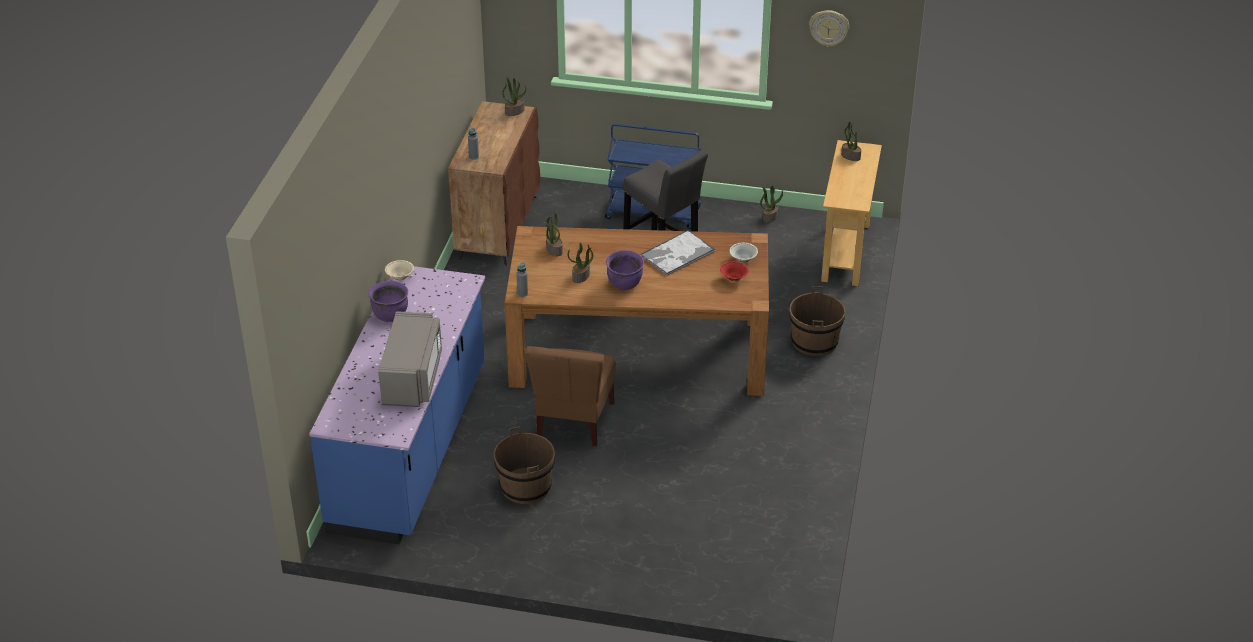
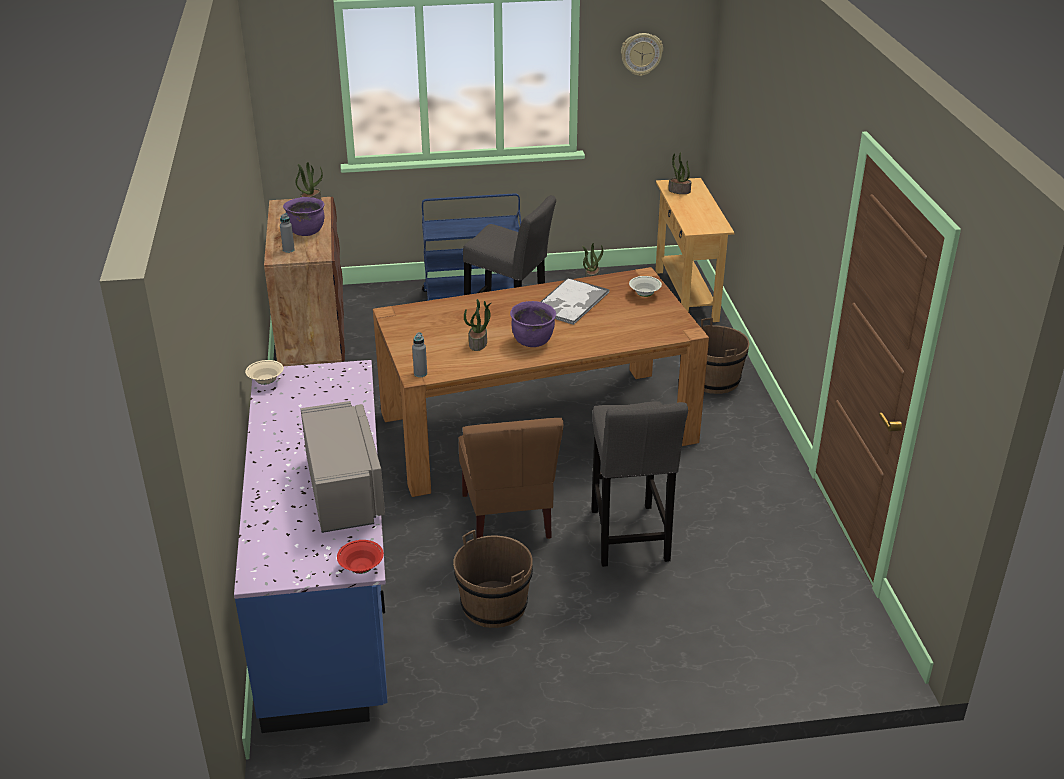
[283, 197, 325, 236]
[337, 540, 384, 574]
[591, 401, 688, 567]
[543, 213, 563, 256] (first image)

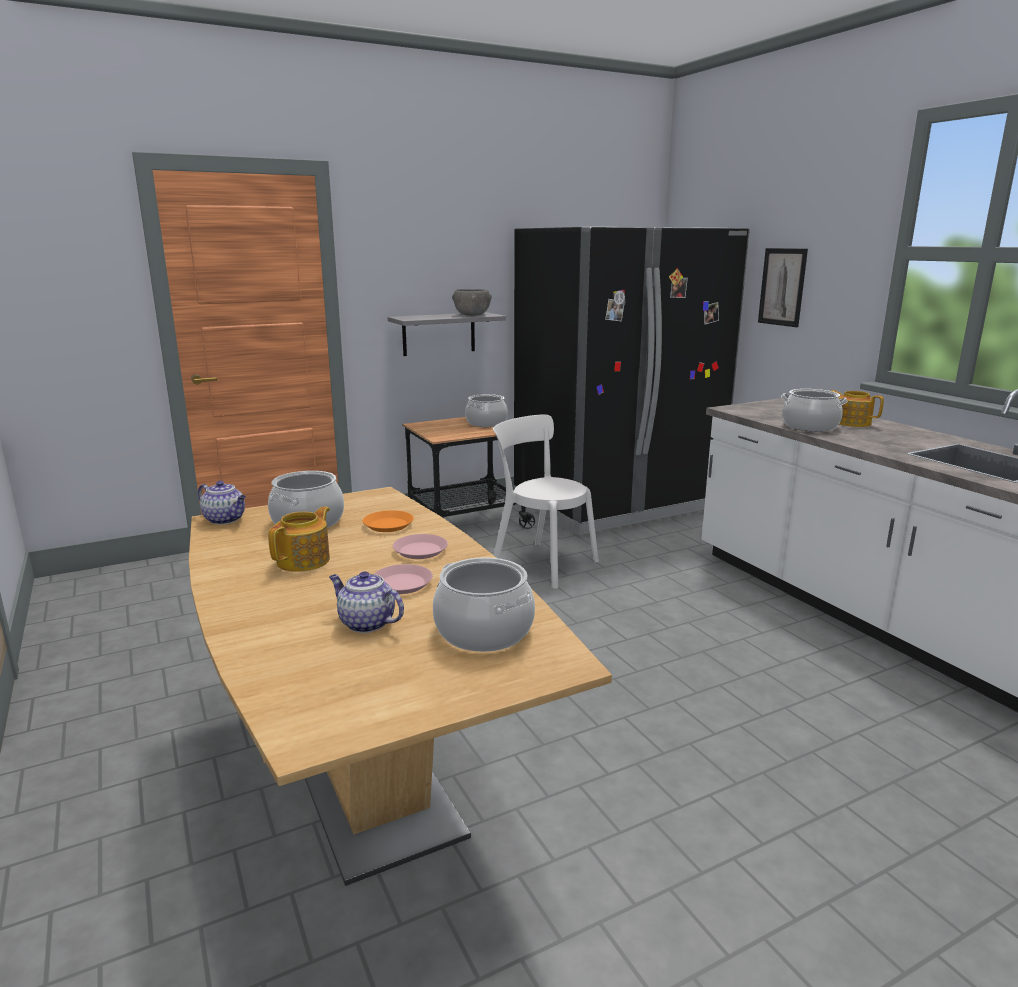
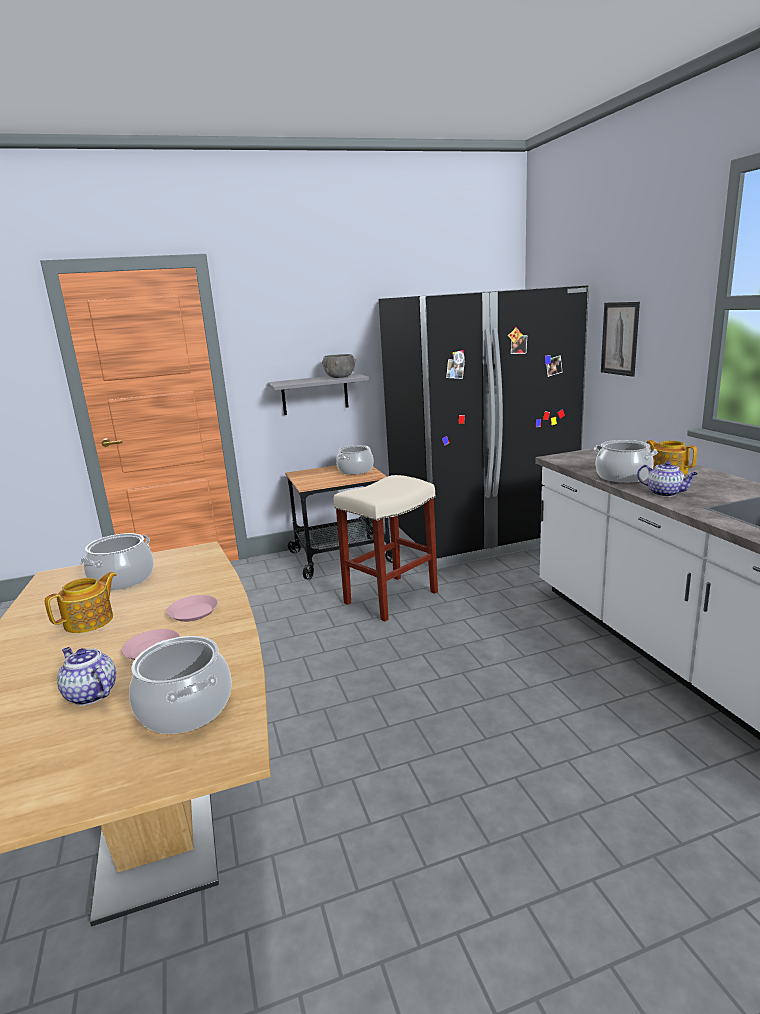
[334, 475, 438, 621]
[637, 461, 698, 497]
[363, 510, 414, 532] (first image)

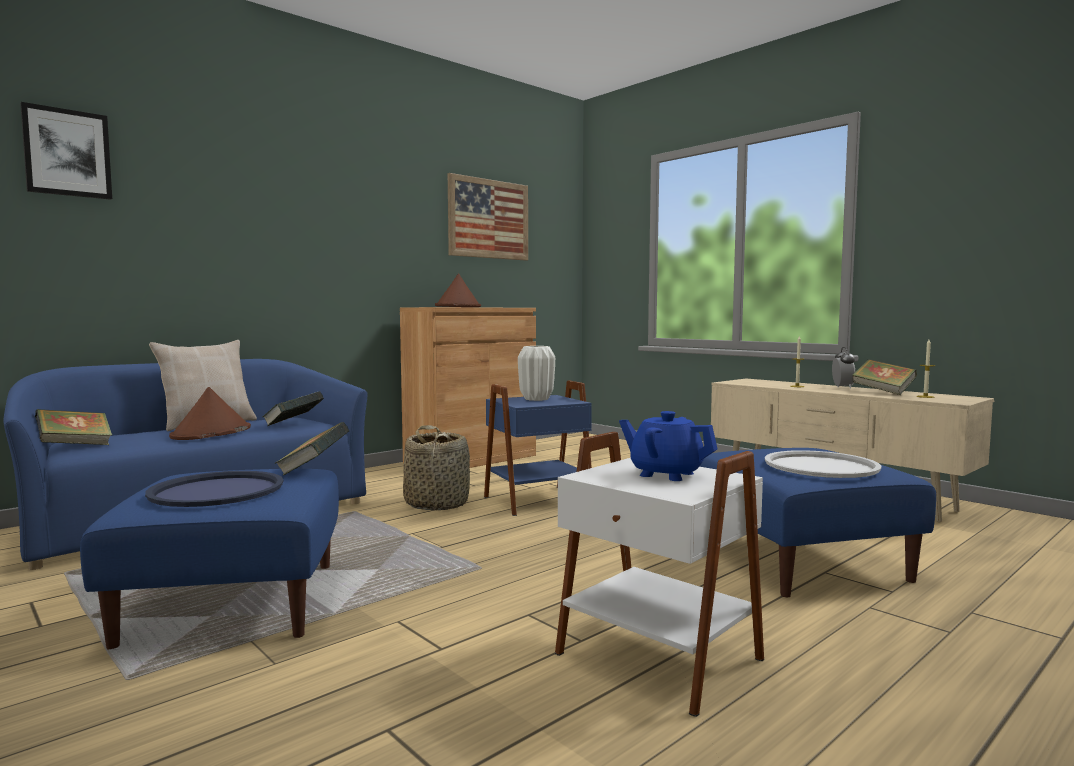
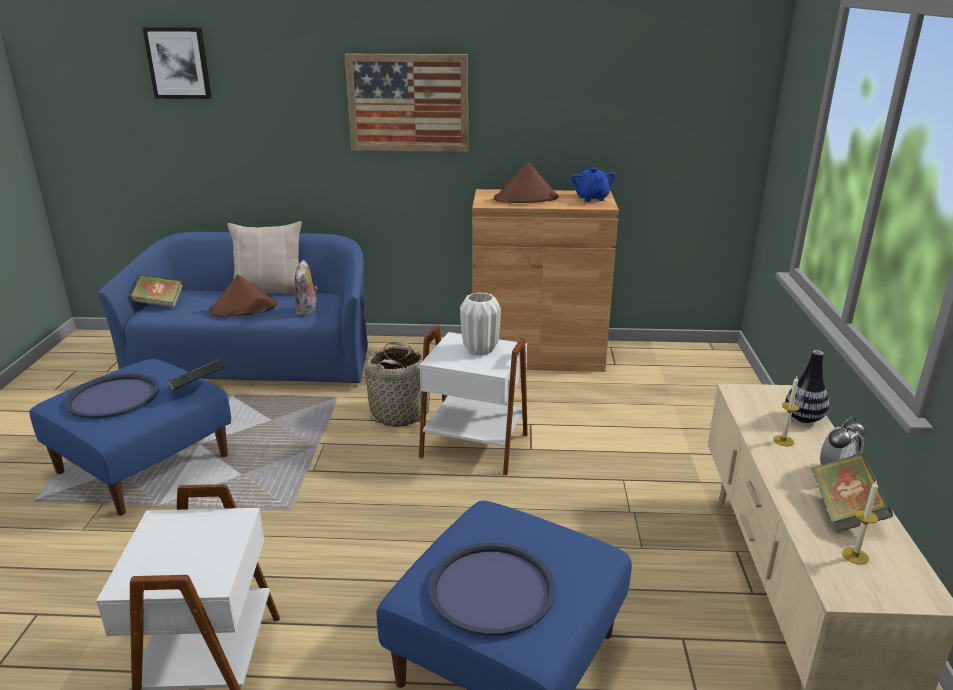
[295, 260, 318, 316]
[345, 54, 468, 152]
[419, 325, 528, 475]
[429, 542, 555, 636]
[571, 167, 616, 202]
[785, 350, 829, 423]

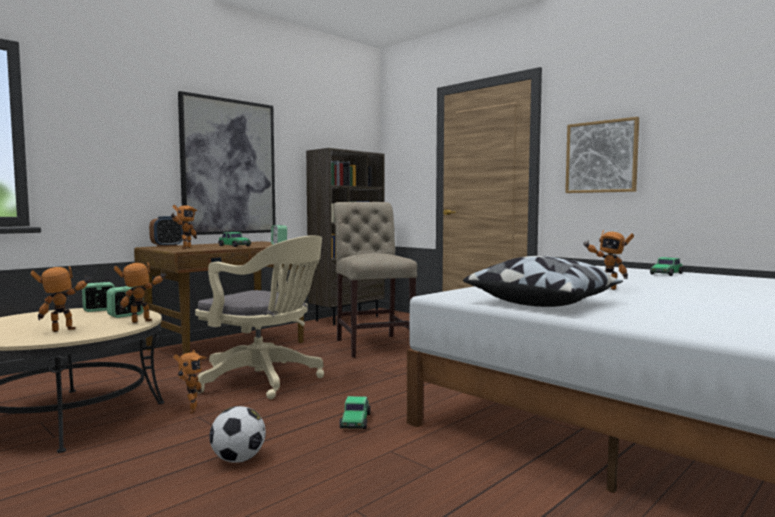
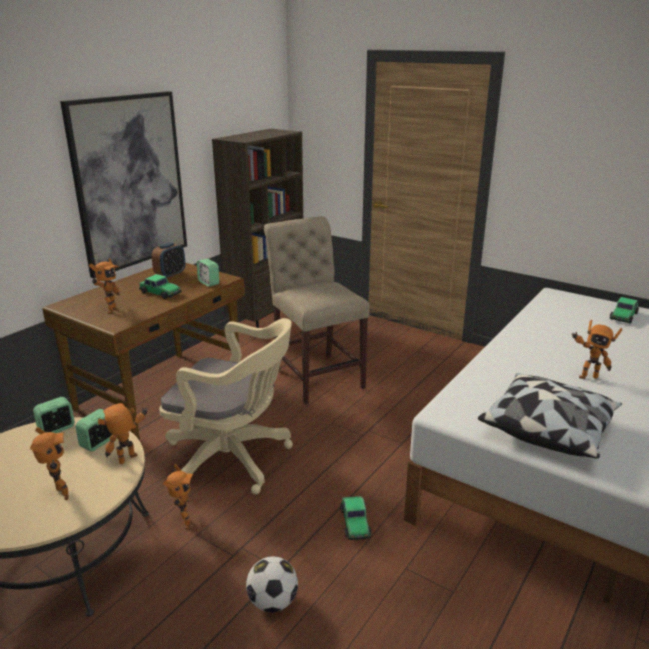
[30, 427, 69, 500]
[151, 242, 185, 279]
[565, 117, 639, 193] (first image)

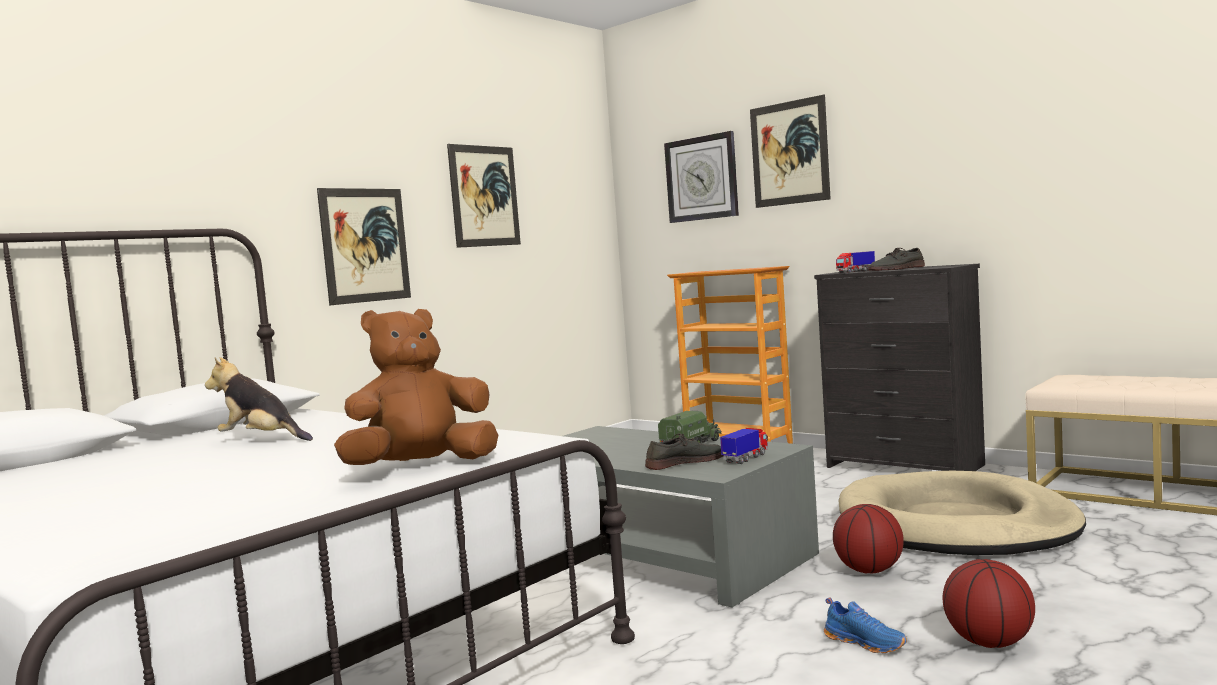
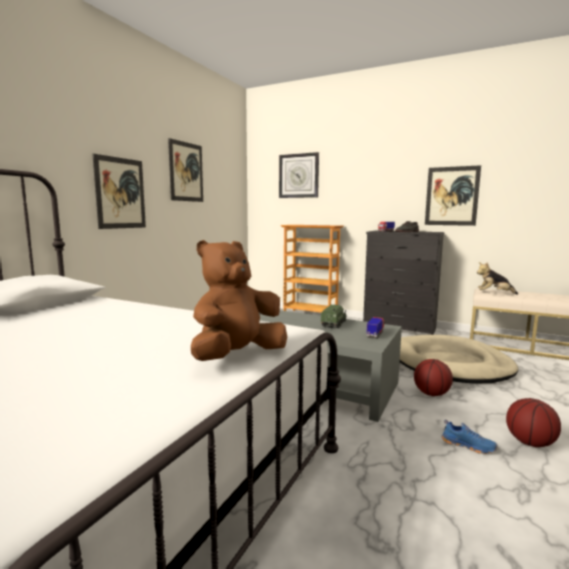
[425, 165, 481, 226]
[477, 262, 518, 295]
[645, 433, 724, 470] (first image)

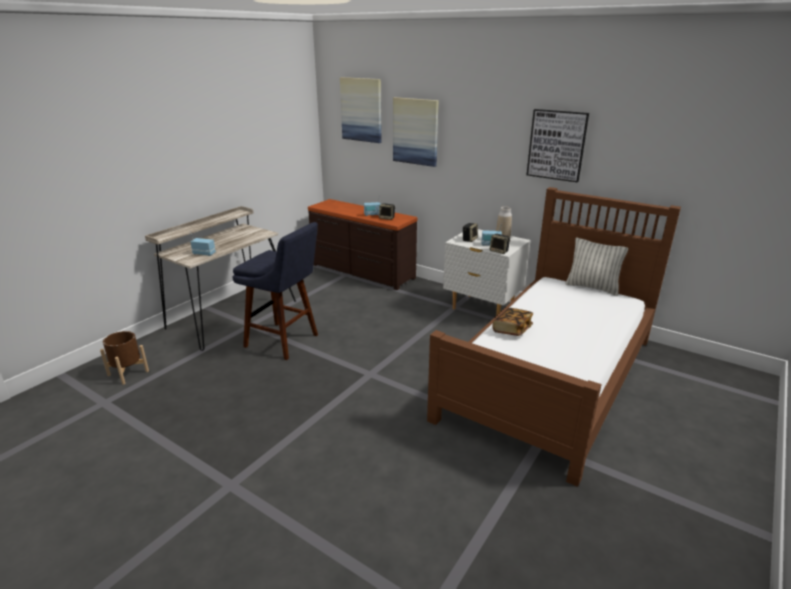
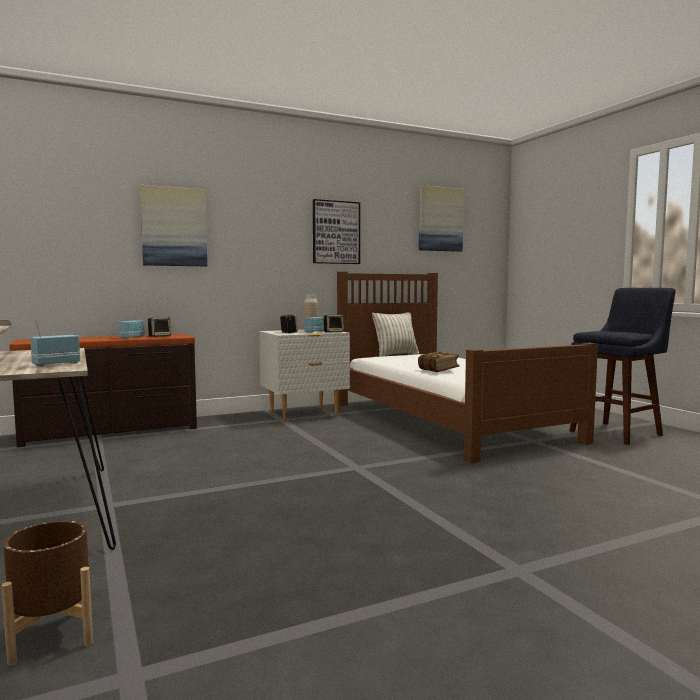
[419, 185, 464, 252]
[569, 288, 675, 445]

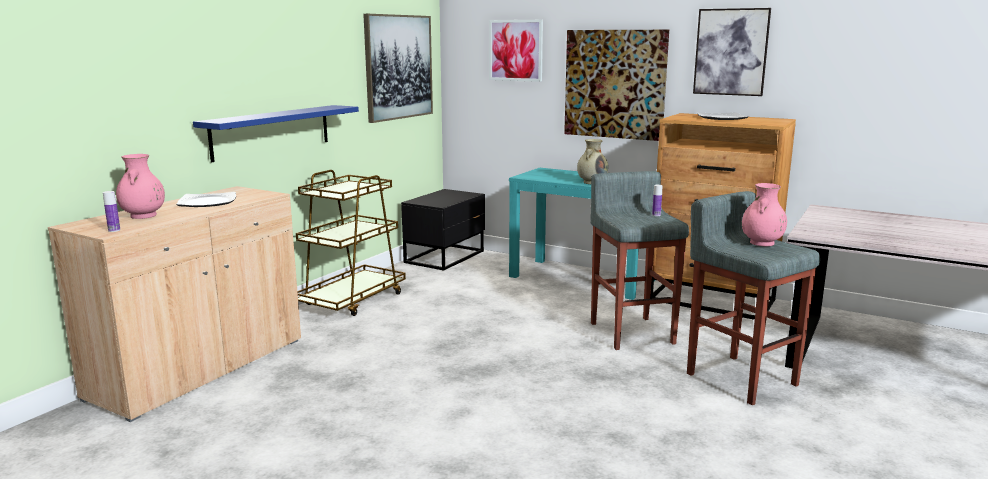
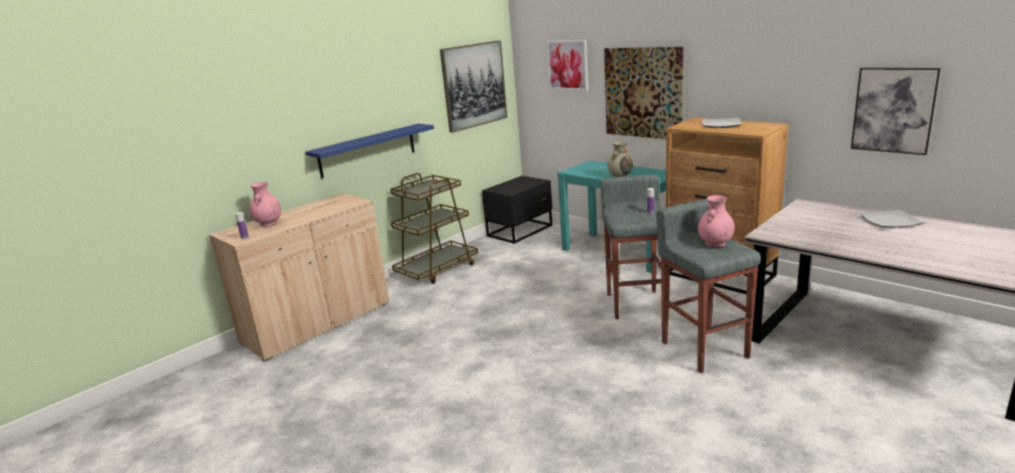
[851, 68, 941, 155]
[860, 210, 924, 228]

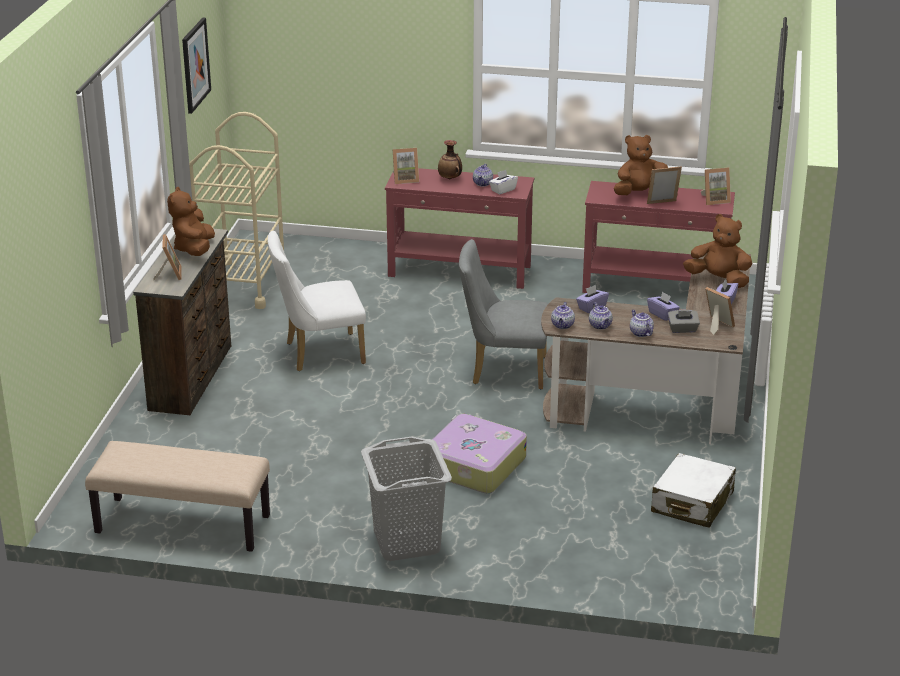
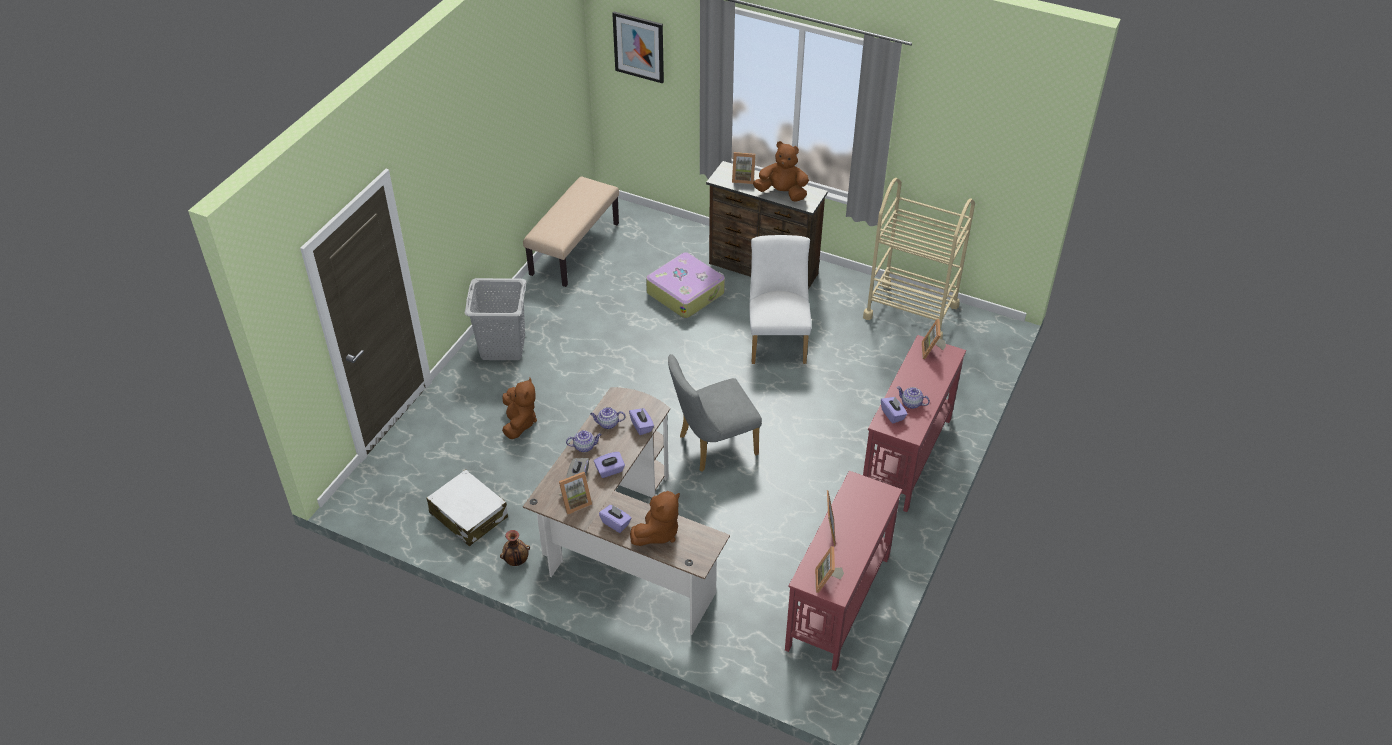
[500, 530, 530, 566]
[502, 378, 537, 439]
[612, 12, 664, 83]
[646, 252, 725, 318]
[668, 354, 762, 472]
[881, 397, 908, 424]
[551, 302, 575, 329] (first image)

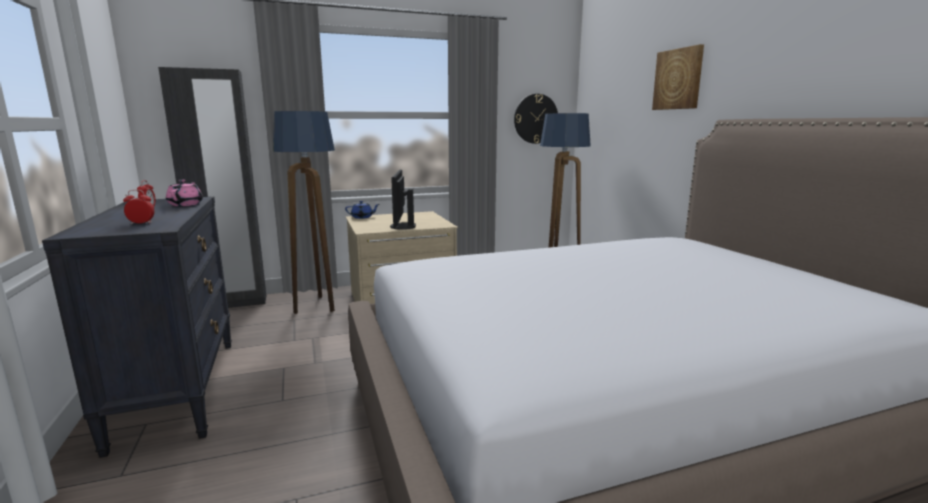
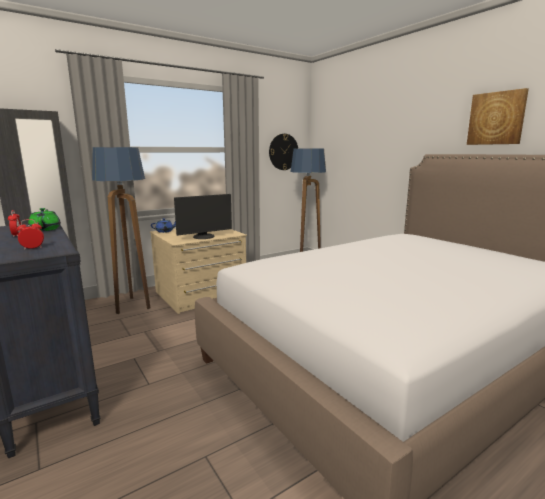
[28, 208, 61, 231]
[174, 194, 232, 239]
[467, 88, 529, 145]

